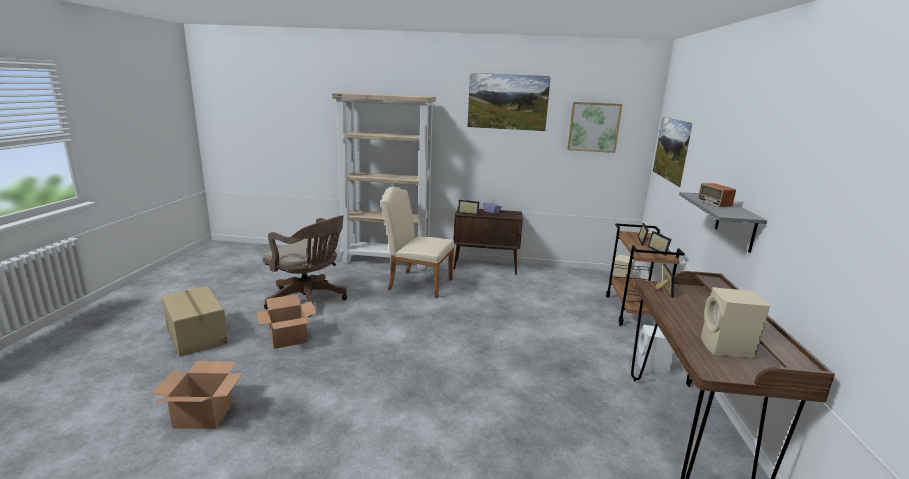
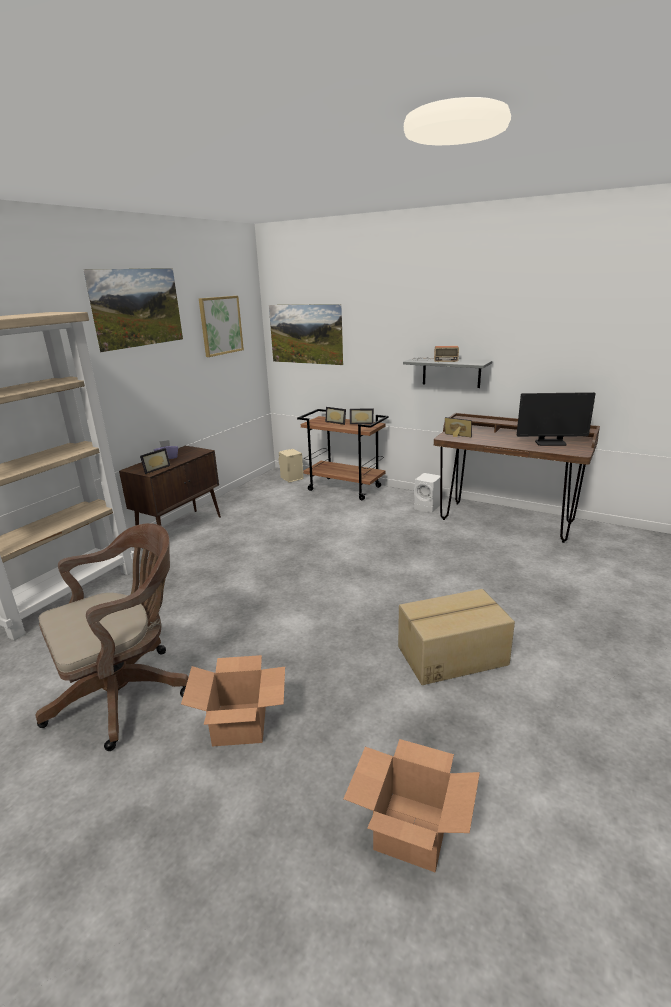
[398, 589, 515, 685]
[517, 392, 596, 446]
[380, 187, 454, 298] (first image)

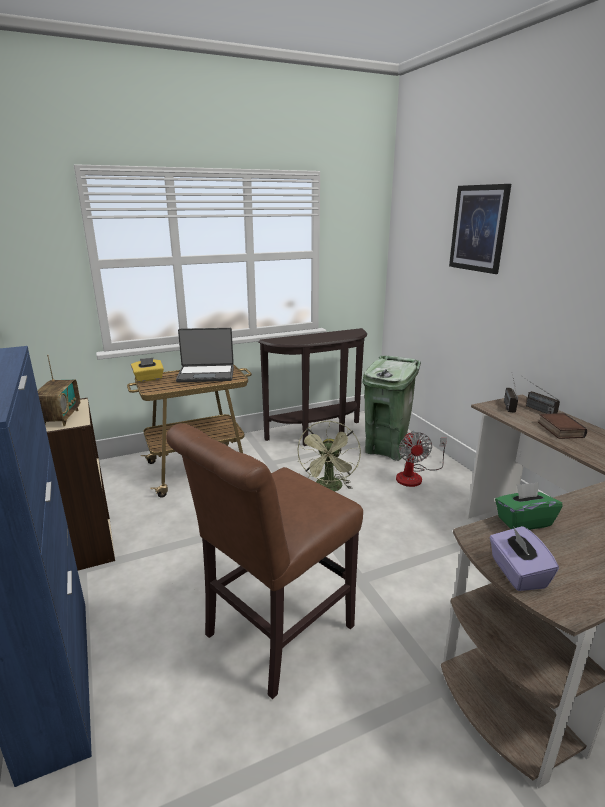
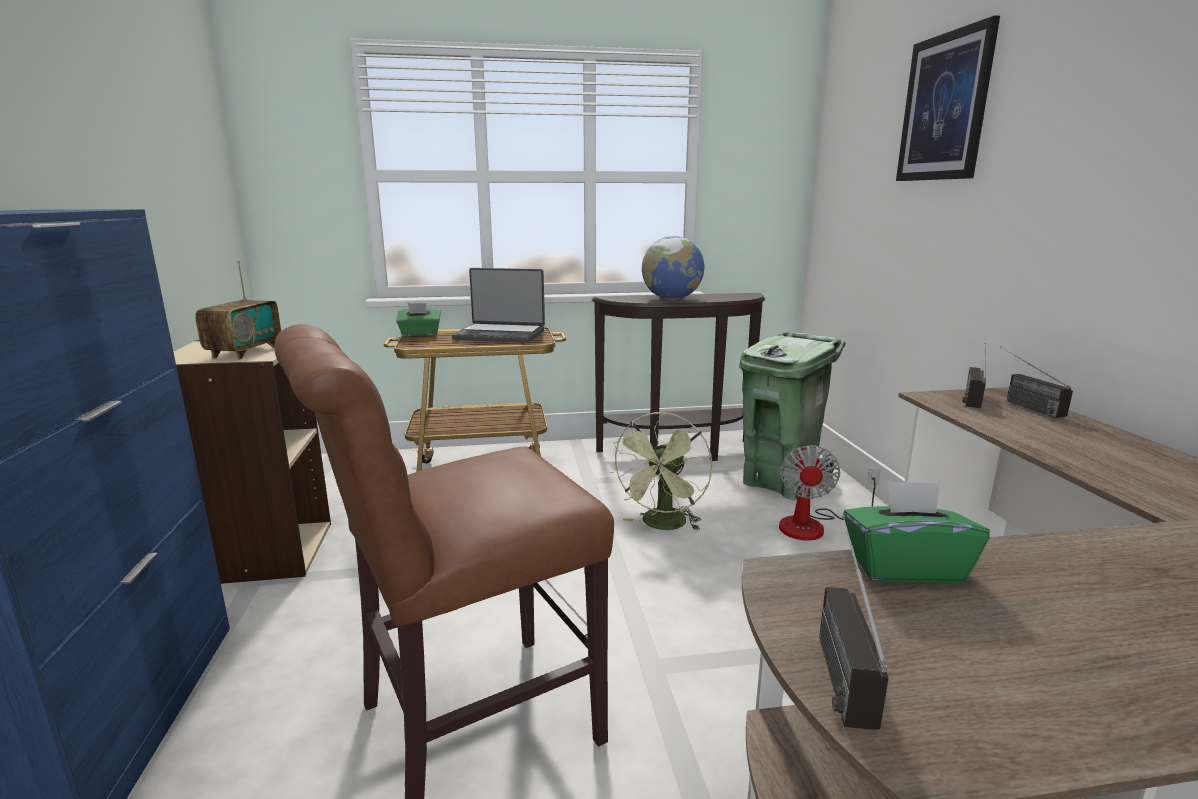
[396, 303, 441, 337]
[642, 236, 704, 300]
[819, 515, 889, 730]
[538, 413, 587, 439] (first image)

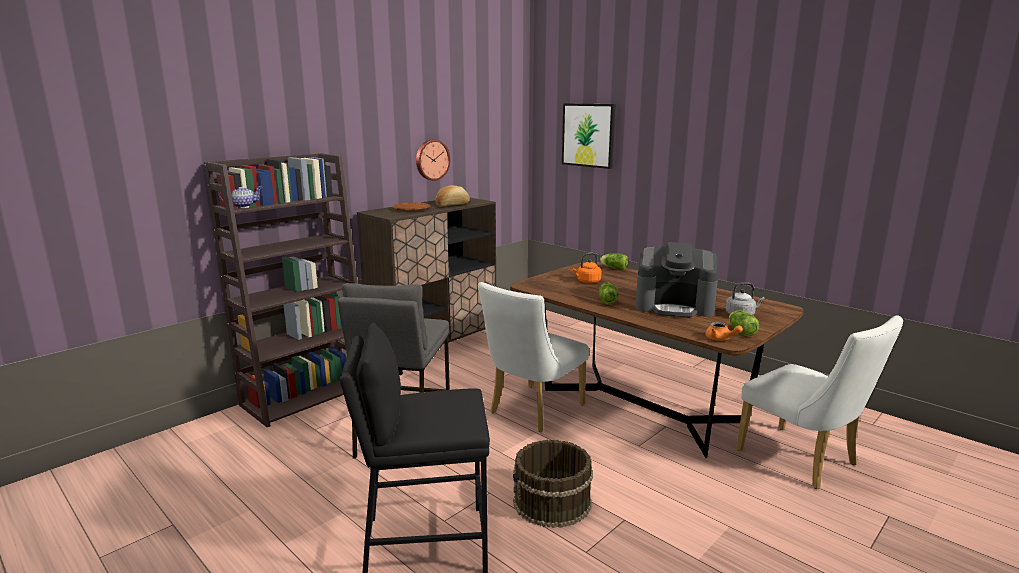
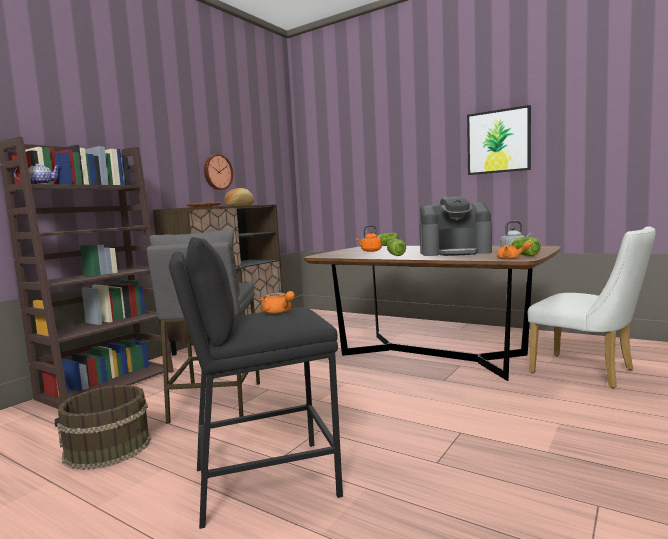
[55, 385, 151, 470]
[259, 291, 295, 314]
[467, 105, 531, 175]
[478, 282, 589, 432] (first image)

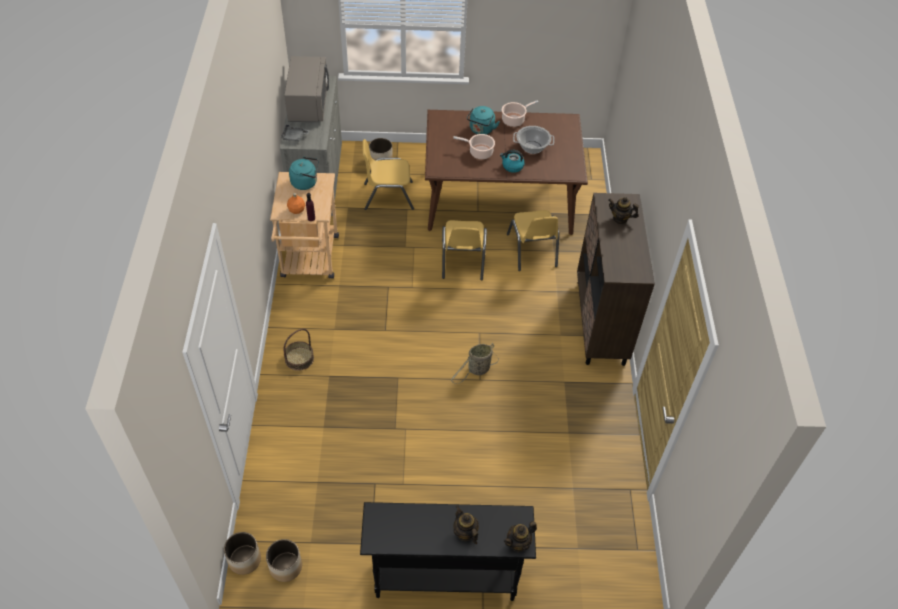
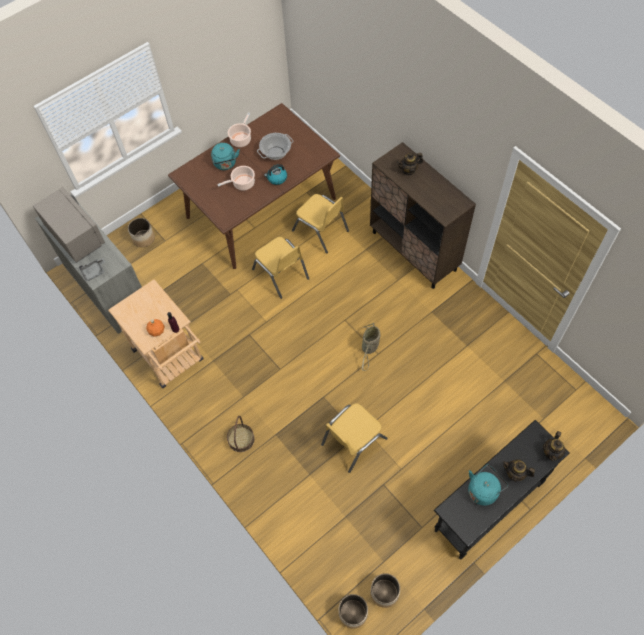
[321, 403, 388, 473]
[468, 465, 508, 506]

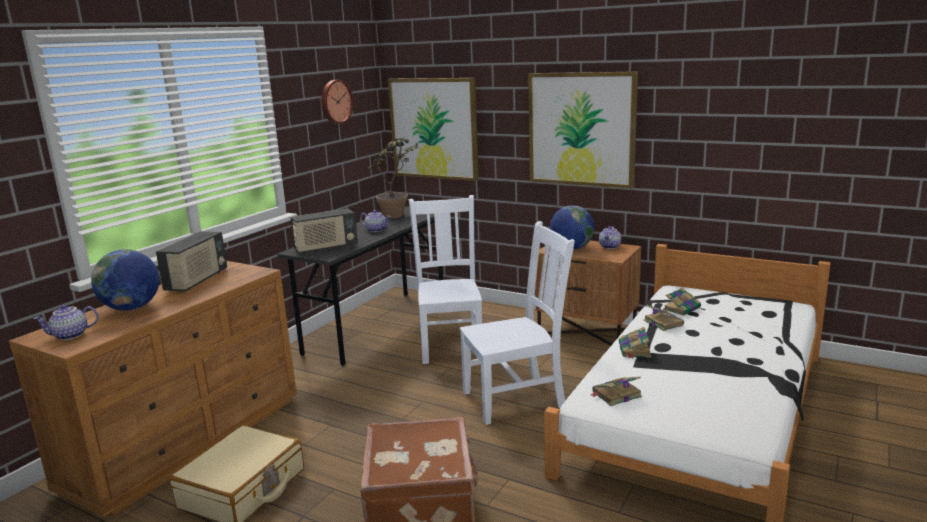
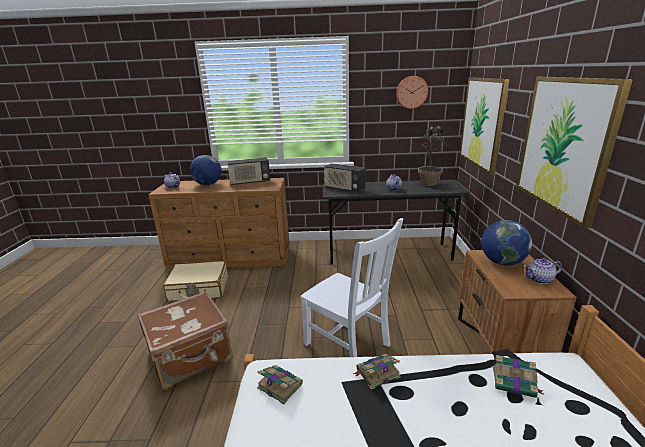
[409, 195, 482, 364] (first image)
[643, 304, 684, 331] (first image)

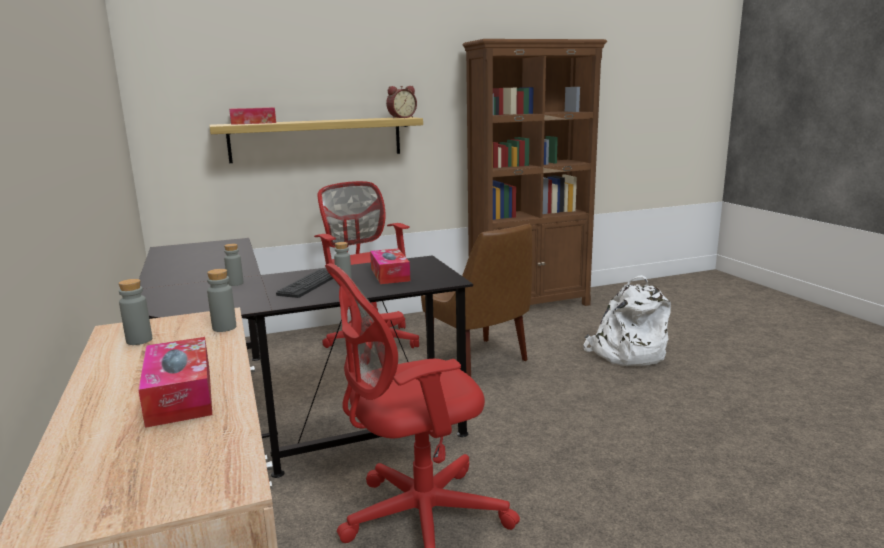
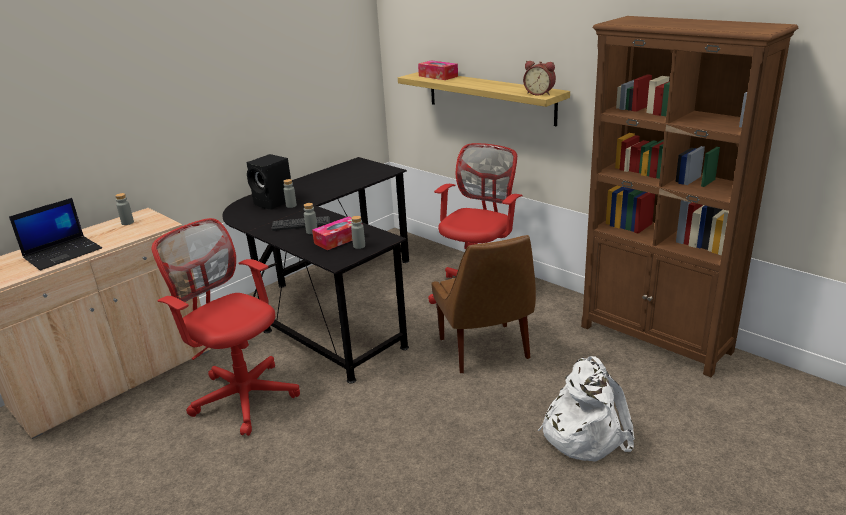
[9, 198, 102, 270]
[246, 154, 291, 210]
[351, 216, 365, 249]
[431, 235, 536, 373]

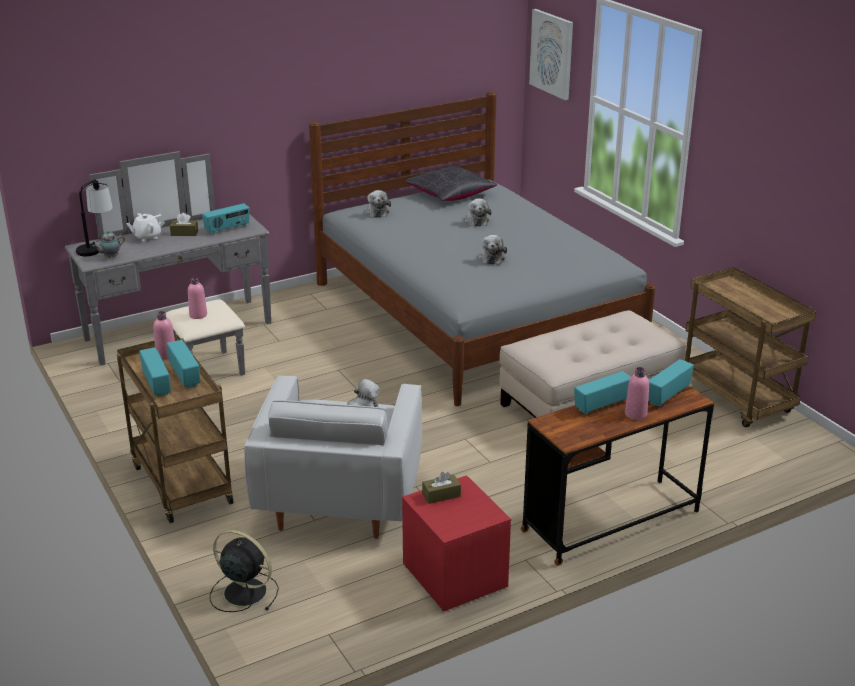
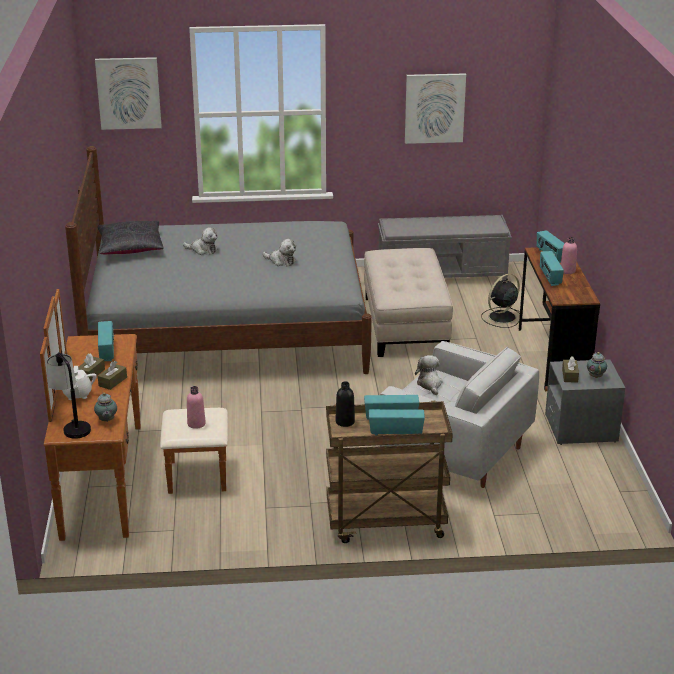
[40, 289, 228, 541]
[98, 361, 127, 390]
[335, 381, 355, 427]
[378, 215, 512, 280]
[405, 73, 466, 144]
[481, 274, 524, 328]
[545, 359, 625, 445]
[587, 352, 607, 378]
[365, 190, 391, 218] (first image)

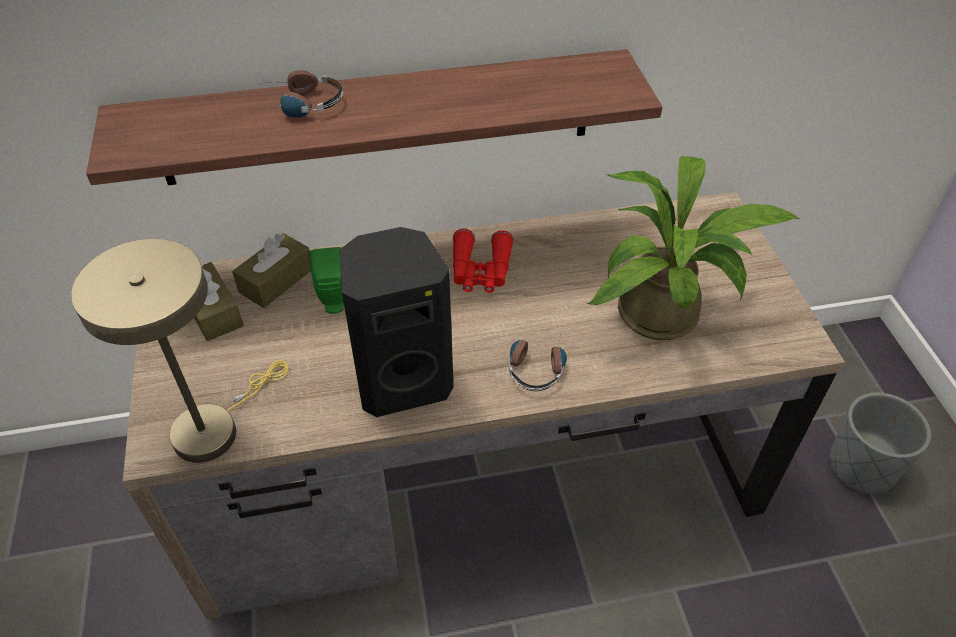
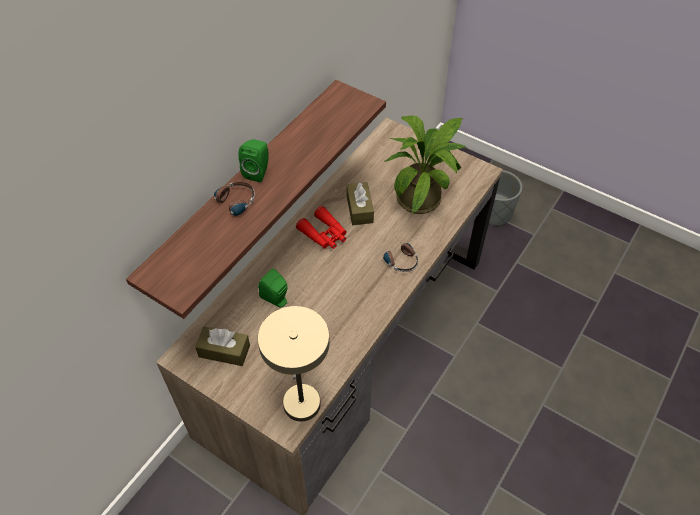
[238, 139, 269, 182]
[346, 182, 374, 225]
[340, 227, 454, 417] (first image)

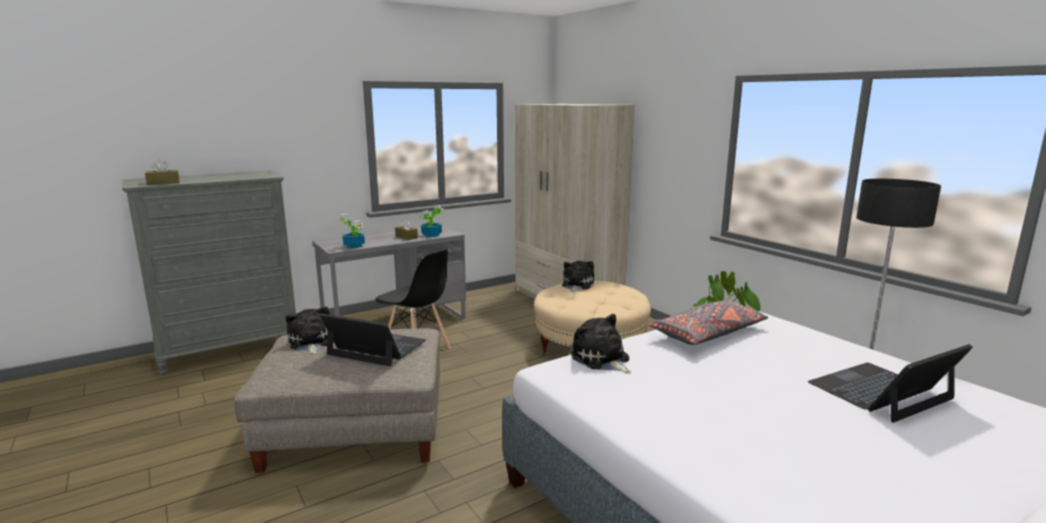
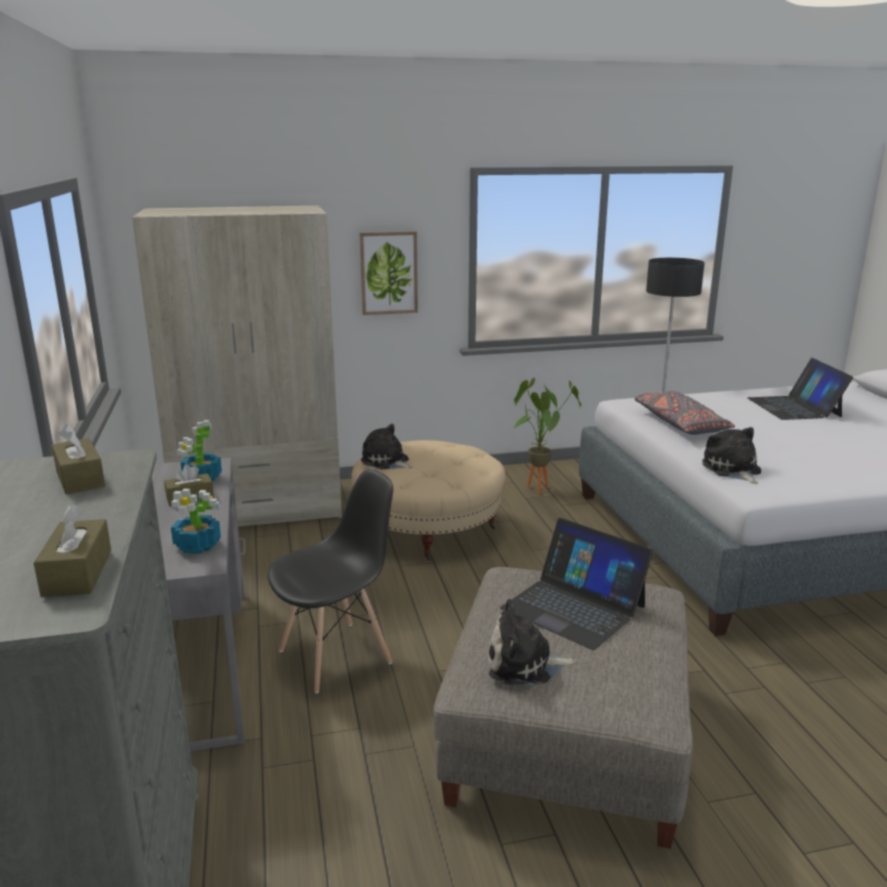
[52, 424, 105, 494]
[359, 231, 418, 315]
[500, 518, 653, 650]
[703, 427, 761, 484]

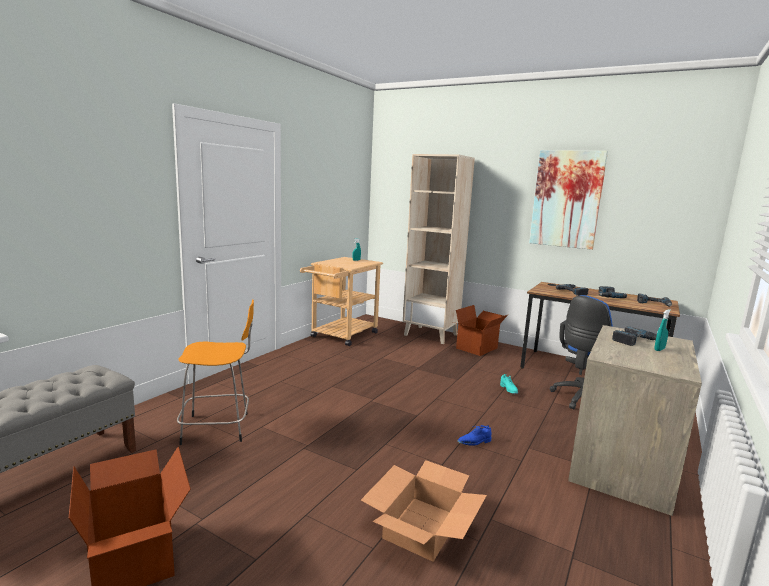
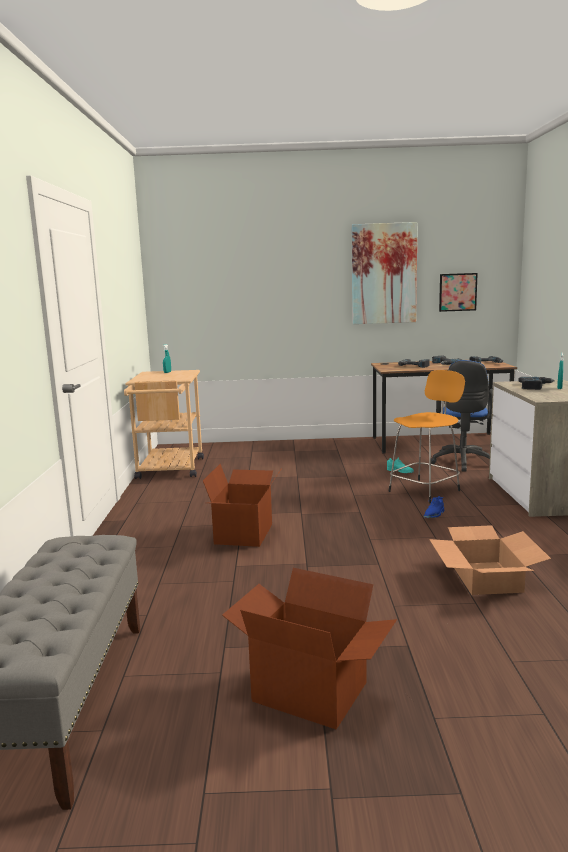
[203, 464, 282, 547]
[388, 370, 465, 504]
[439, 273, 478, 312]
[403, 154, 475, 344] (first image)

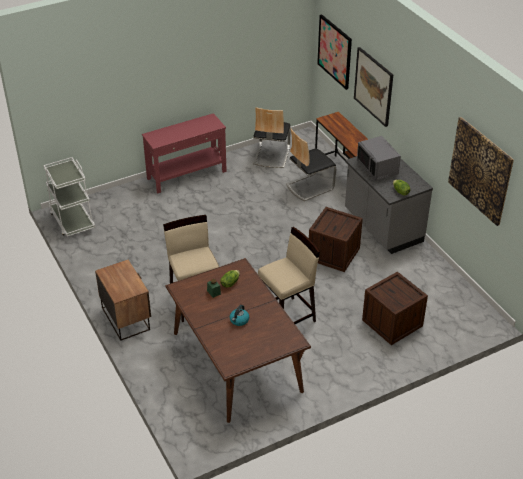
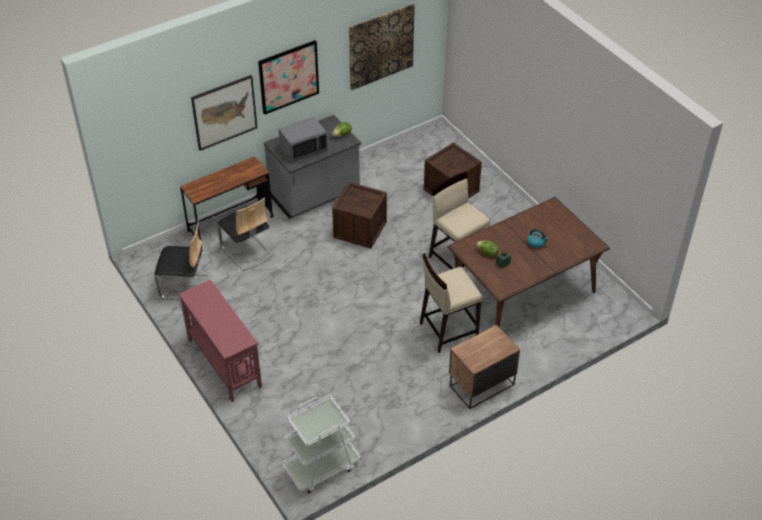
[258, 40, 319, 115]

